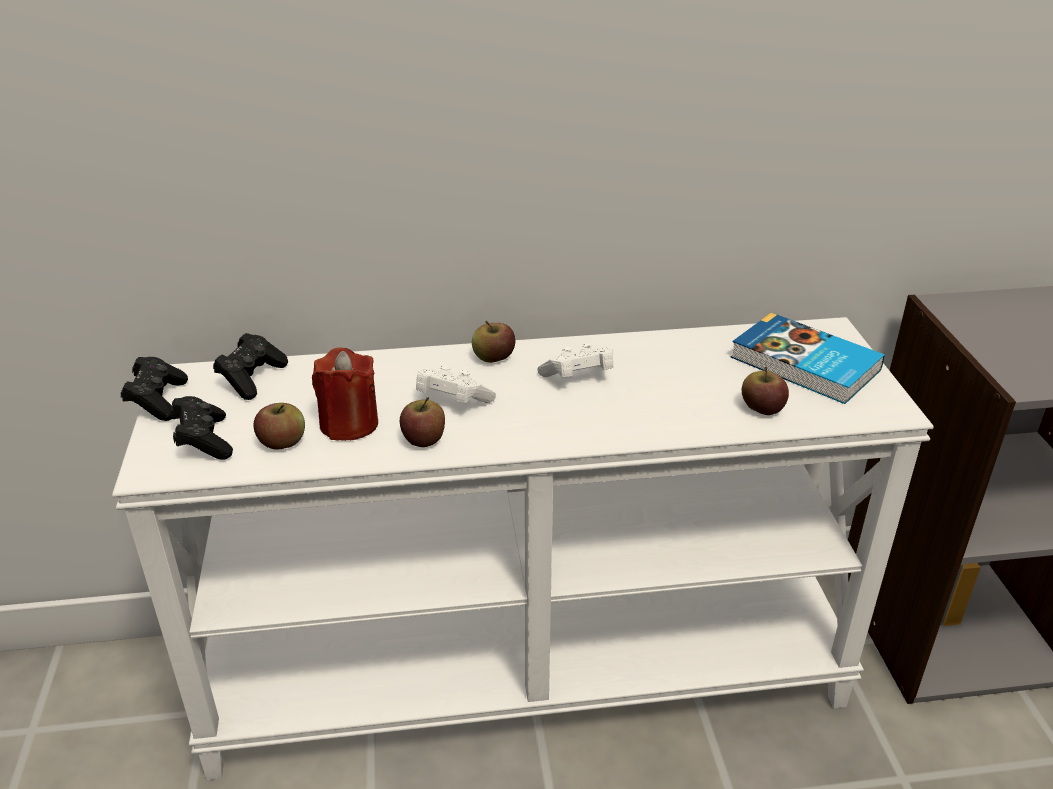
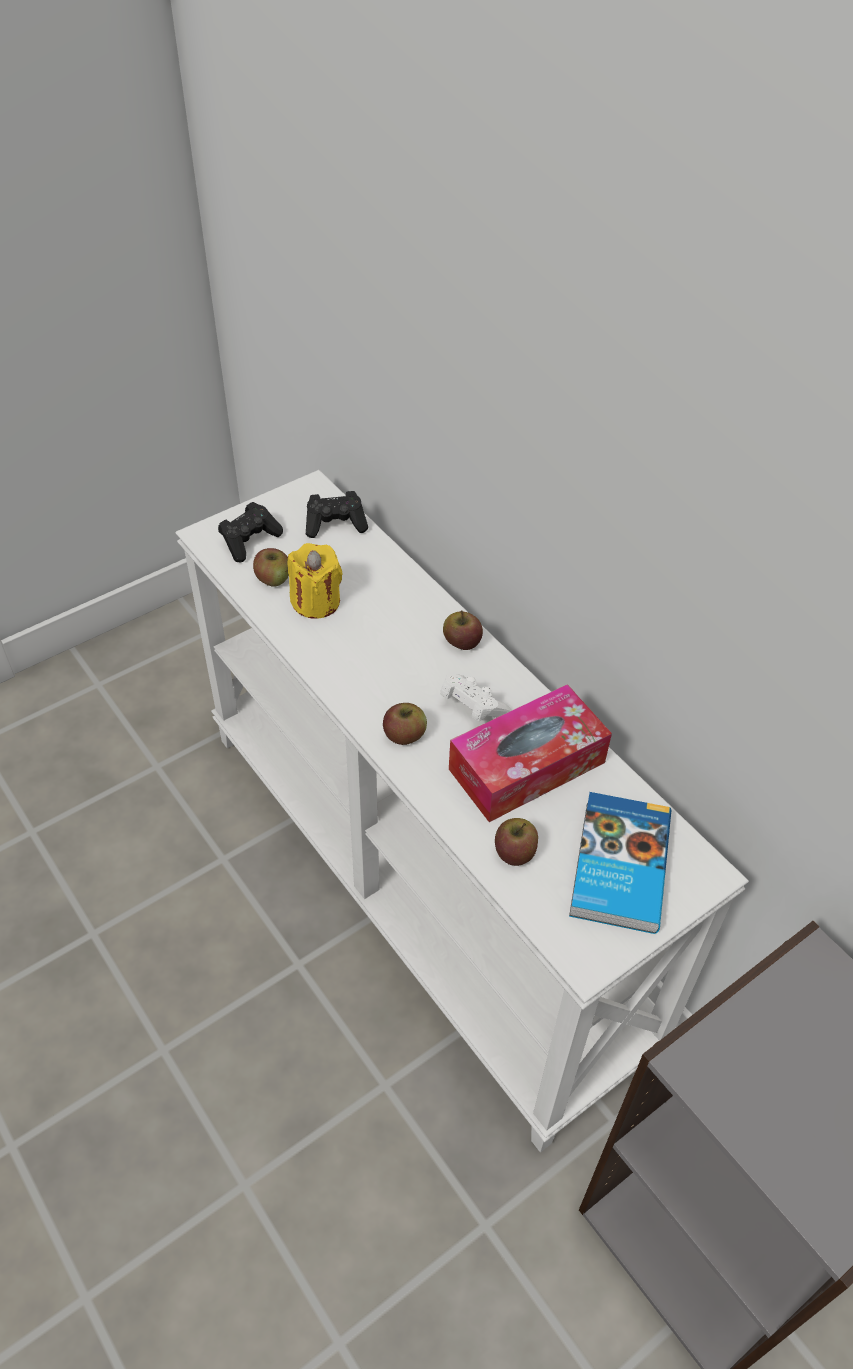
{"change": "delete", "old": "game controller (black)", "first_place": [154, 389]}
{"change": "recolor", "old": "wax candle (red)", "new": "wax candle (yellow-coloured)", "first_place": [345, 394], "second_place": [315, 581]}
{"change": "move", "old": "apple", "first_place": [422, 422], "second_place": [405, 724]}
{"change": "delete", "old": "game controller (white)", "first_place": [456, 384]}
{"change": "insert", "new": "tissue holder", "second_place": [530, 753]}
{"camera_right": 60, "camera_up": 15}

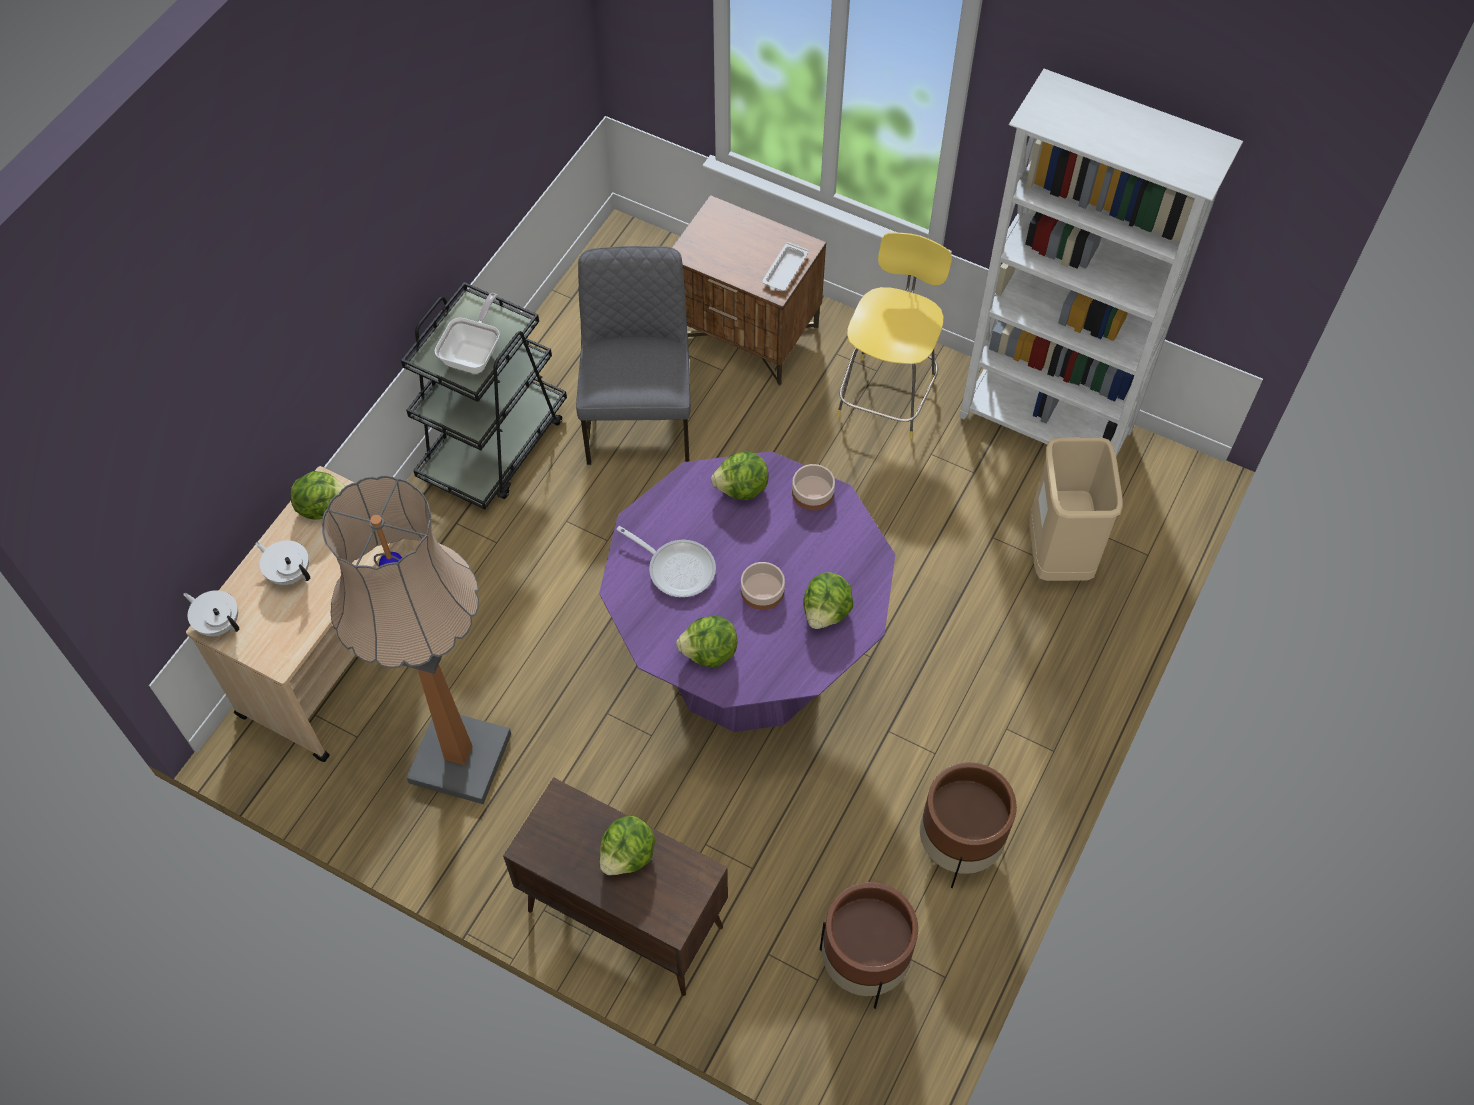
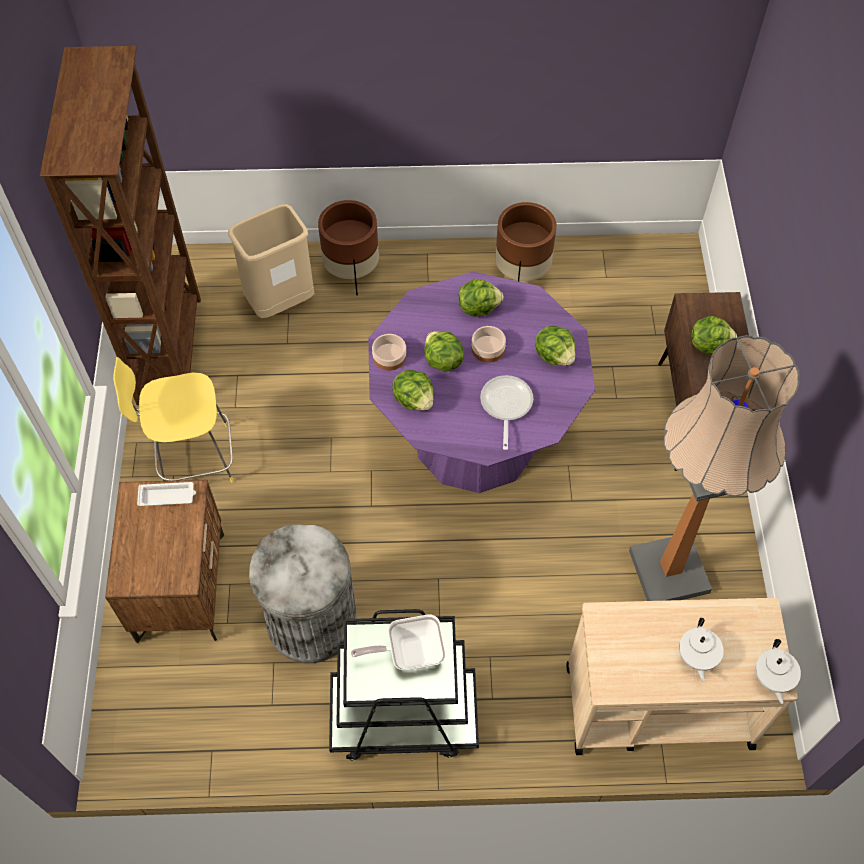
{"change": "move", "old": "head of lettuce", "first_place": [317, 495], "second_place": [444, 351]}
{"change": "replace", "old": "chair (gray)", "new": "rubbish bin (gray)", "first_place": [633, 355], "second_place": [303, 593]}
{"change": "move", "old": "flower pot (brownish)", "first_place": [869, 945], "second_place": [348, 248]}
{"change": "recolor", "old": "bookcase (white)", "new": "bookcase (brownish)", "first_place": [1101, 263], "second_place": [120, 225]}
{"camera_right": -120, "camera_up": 0}

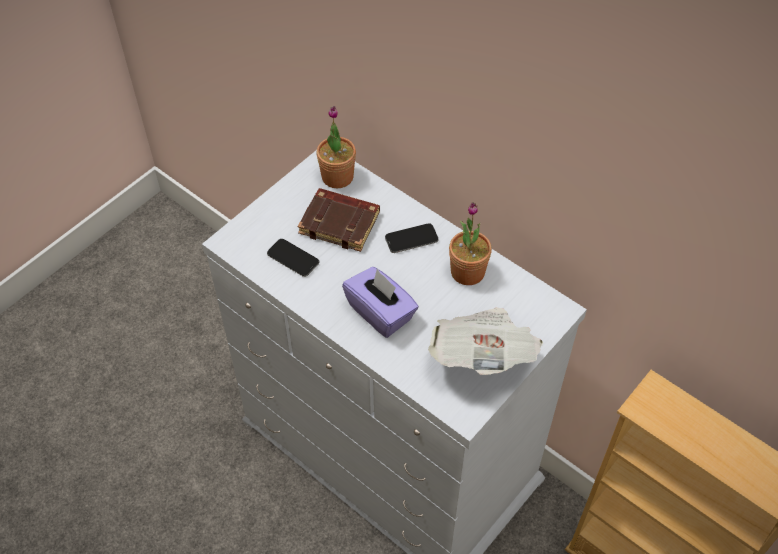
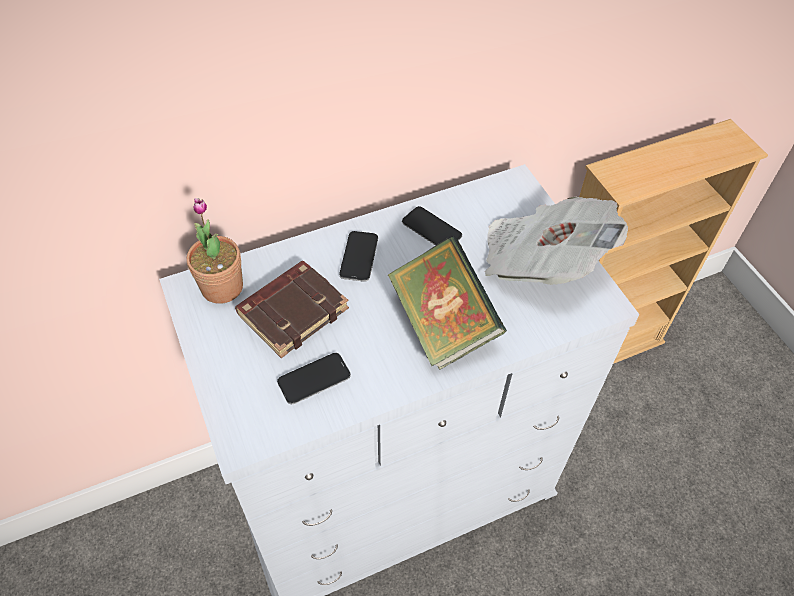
{"change": "replace", "old": "tissue holder (purplish)", "new": "volume", "first_place": [380, 302], "second_place": [447, 303]}
{"change": "replace", "old": "potted plant", "new": "telephone", "first_place": [470, 243], "second_place": [432, 226]}
{"camera_right": -65, "camera_up": 0}

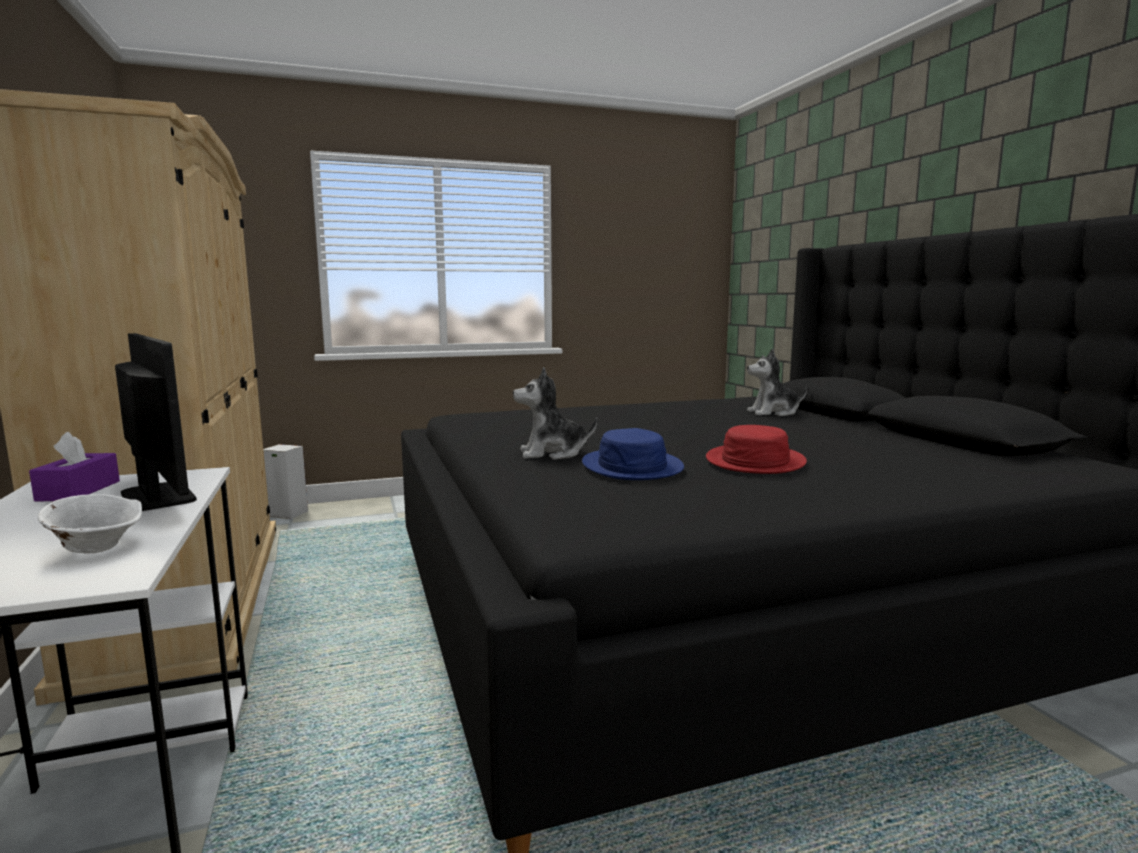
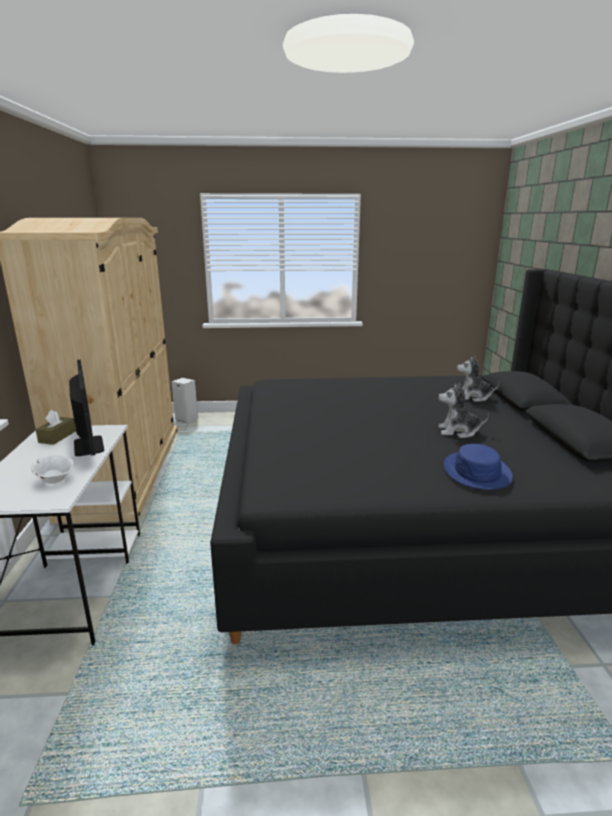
{"change": "recolor", "old": "tissue holder (purplish)", "new": "tissue holder (brownish)", "first_place": [74, 466], "second_place": [55, 427]}
{"change": "move", "old": "plush toy", "first_place": [555, 413], "second_place": [463, 410]}
{"change": "move", "old": "clothing hat (bluish)", "first_place": [633, 454], "second_place": [478, 467]}
{"change": "delete", "old": "clothing hat (red)", "first_place": [756, 449]}
{"camera_right": 15, "camera_up": 10}

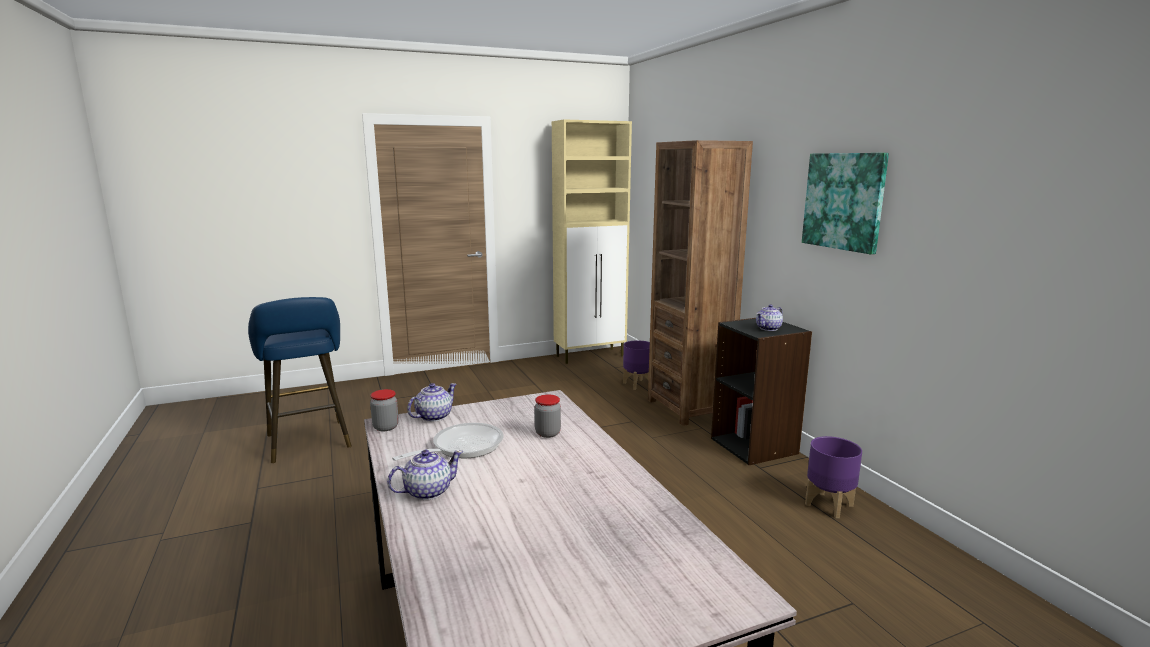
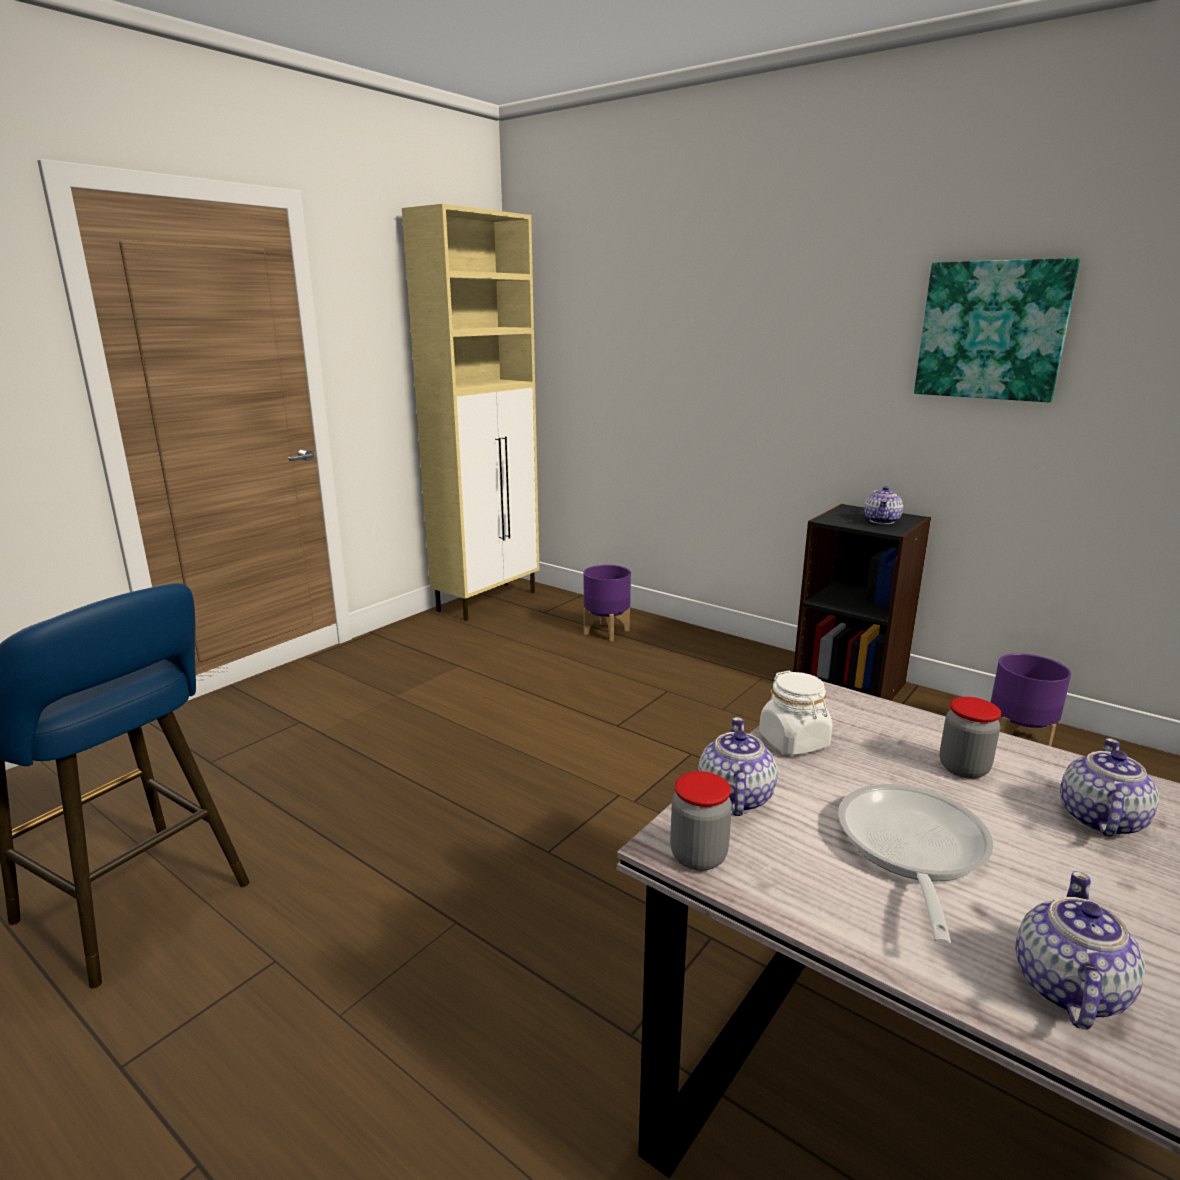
{"change": "delete", "old": "bookcase (brownish)", "first_place": [700, 283]}
{"change": "insert", "new": "storage jar (white)", "second_place": [795, 713]}
{"change": "insert", "new": "teapot", "second_place": [1109, 787]}
{"camera_right": -30, "camera_up": 5}

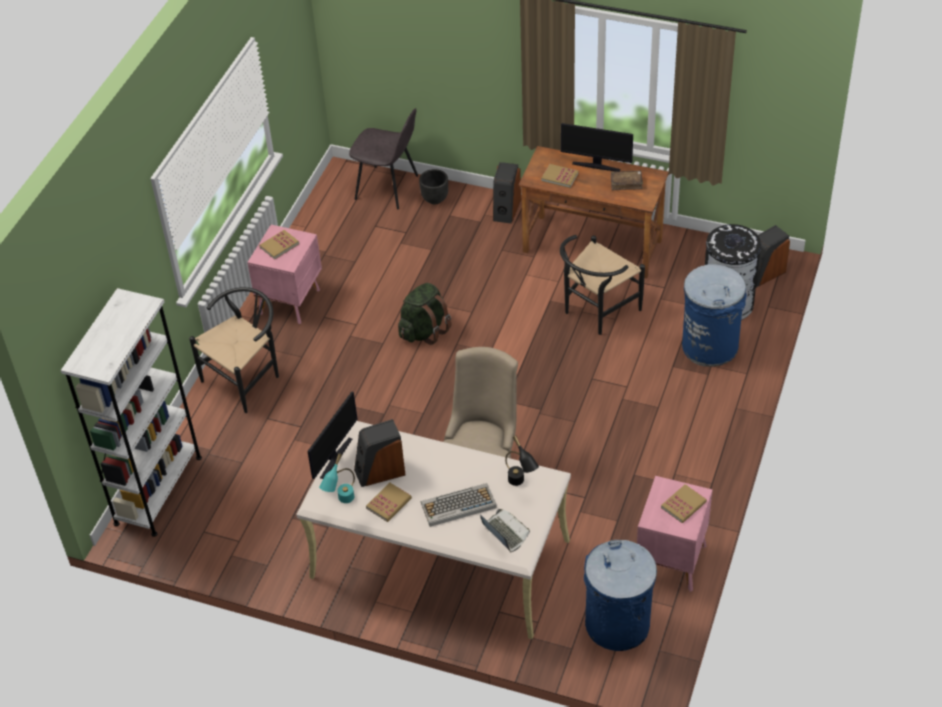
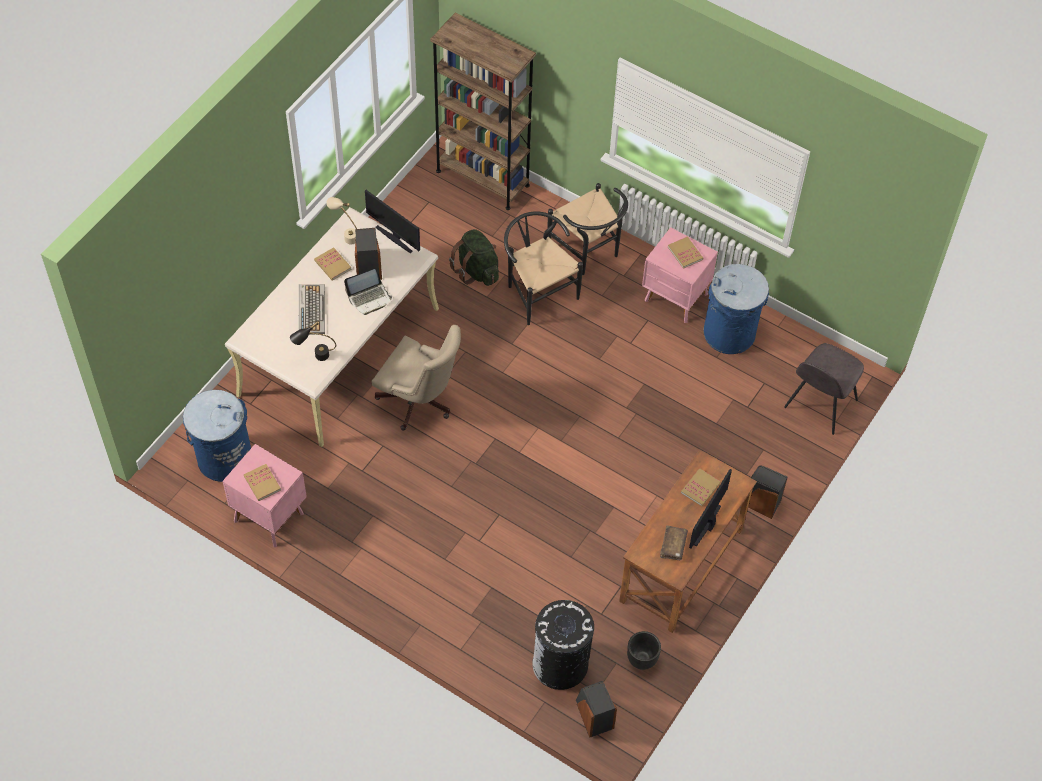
{"change": "recolor", "old": "bookcase (white)", "new": "bookcase (brownish)", "first_place": [131, 412], "second_place": [483, 111]}
{"change": "recolor", "old": "table lamp (blue-green)", "new": "table lamp (sand-coloured)", "first_place": [337, 478], "second_place": [341, 220]}
{"change": "move", "old": "rucksack (greenish)", "first_place": [424, 314], "second_place": [474, 257]}
{"change": "move", "old": "flower pot (black)", "first_place": [433, 186], "second_place": [644, 650]}
{"change": "move", "old": "laptop", "first_place": [505, 530], "second_place": [368, 292]}
{"change": "move", "old": "chair (black)", "first_place": [602, 285], "second_place": [543, 268]}
{"change": "move", "old": "rubbish bin (bluish)", "first_place": [714, 315], "second_place": [736, 309]}
{"camera_right": 100, "camera_up": 10}

